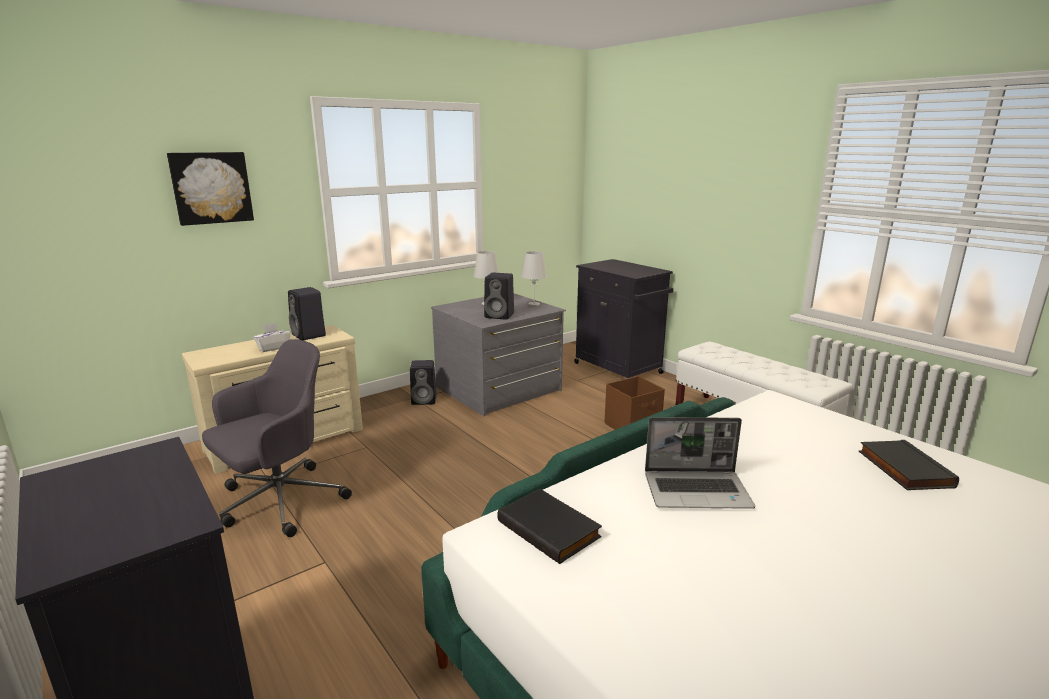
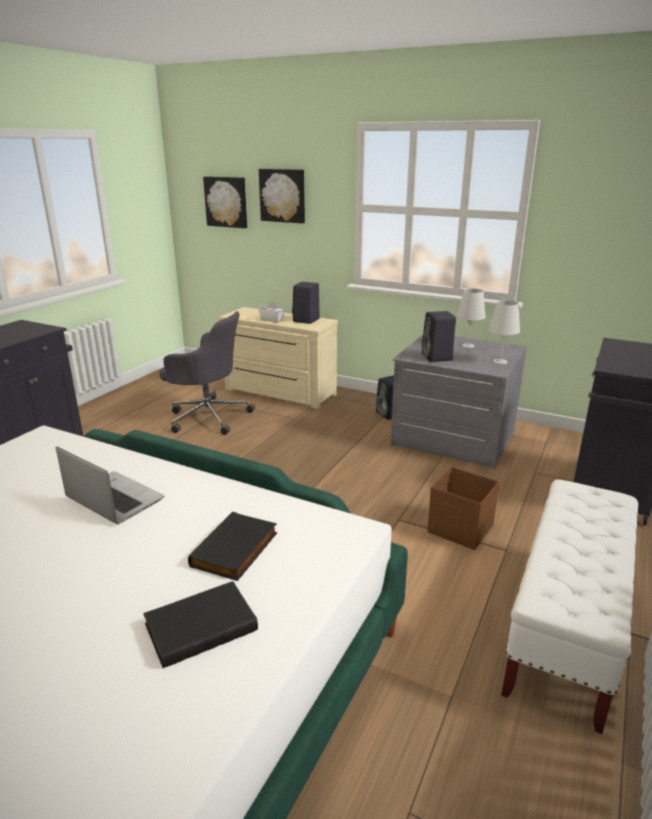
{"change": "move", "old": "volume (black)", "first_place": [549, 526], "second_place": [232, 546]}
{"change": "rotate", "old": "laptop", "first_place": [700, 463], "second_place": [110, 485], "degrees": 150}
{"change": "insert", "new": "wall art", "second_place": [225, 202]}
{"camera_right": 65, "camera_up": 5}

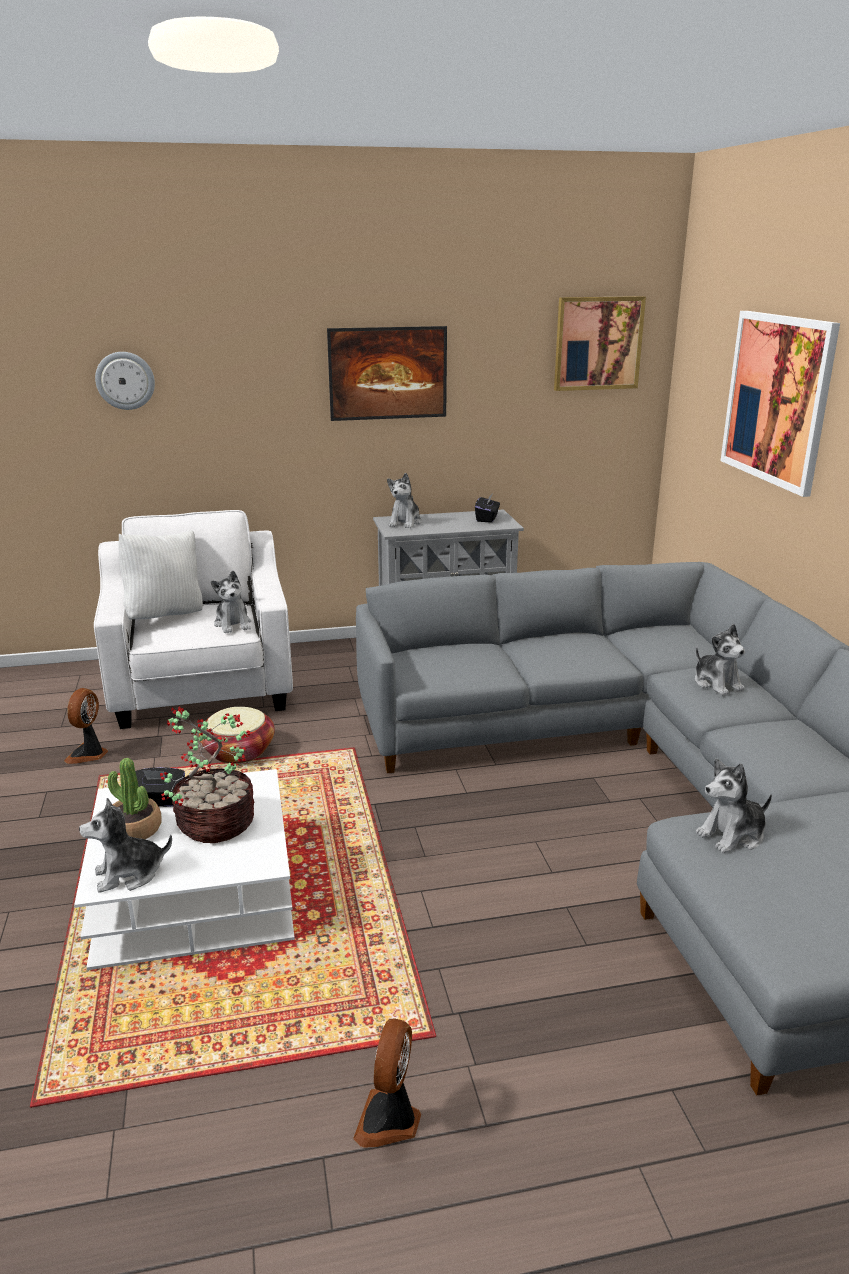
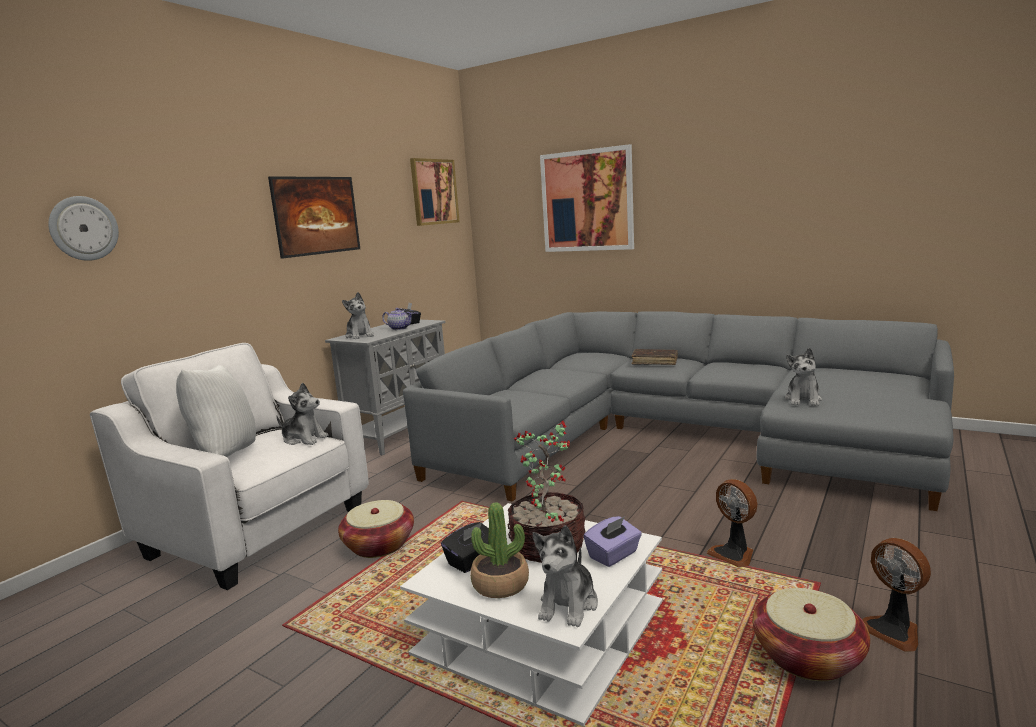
{"change": "move", "old": "fan", "first_place": [86, 726], "second_place": [732, 523]}
{"change": "replace", "old": "plush toy", "new": "volume (brownish)", "first_place": [720, 659], "second_place": [654, 357]}
{"change": "insert", "new": "teapot", "second_place": [397, 319]}
{"change": "insert", "new": "tissue holder (purplish)", "second_place": [612, 541]}
{"change": "insert", "new": "basket", "second_place": [811, 634]}
{"camera_right": -45, "camera_up": -10}

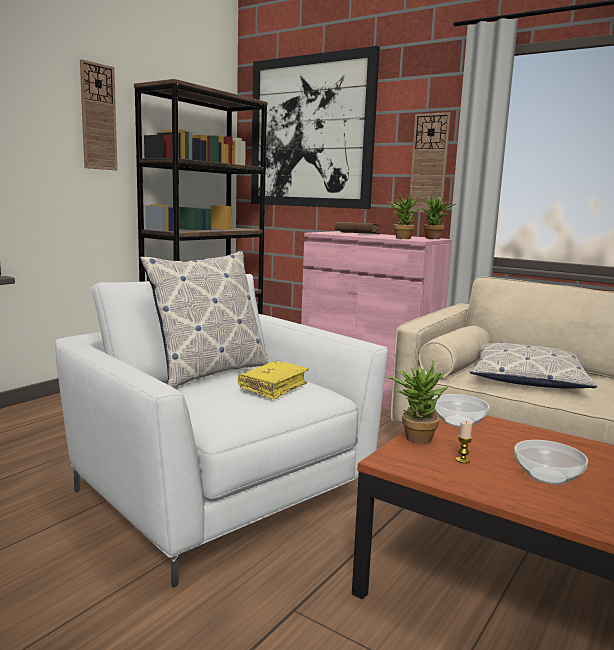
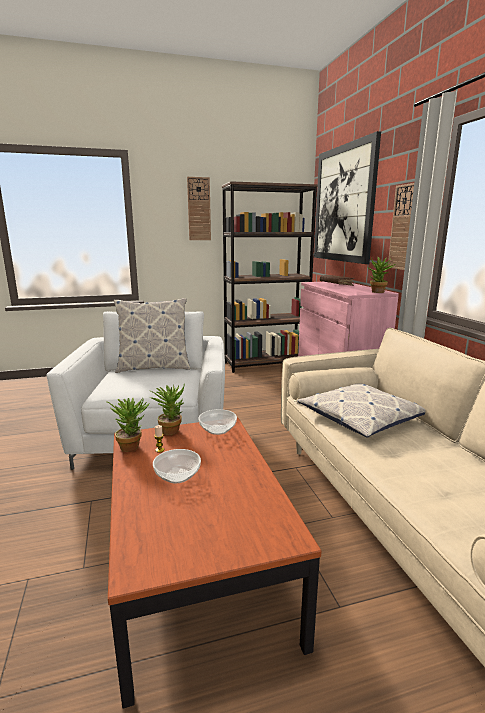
{"change": "delete", "old": "volume (yellow-coloured)", "first_place": [273, 380]}
{"change": "move", "old": "potted plant", "first_place": [404, 216], "second_place": [128, 424]}
{"camera_right": 40, "camera_up": 5}

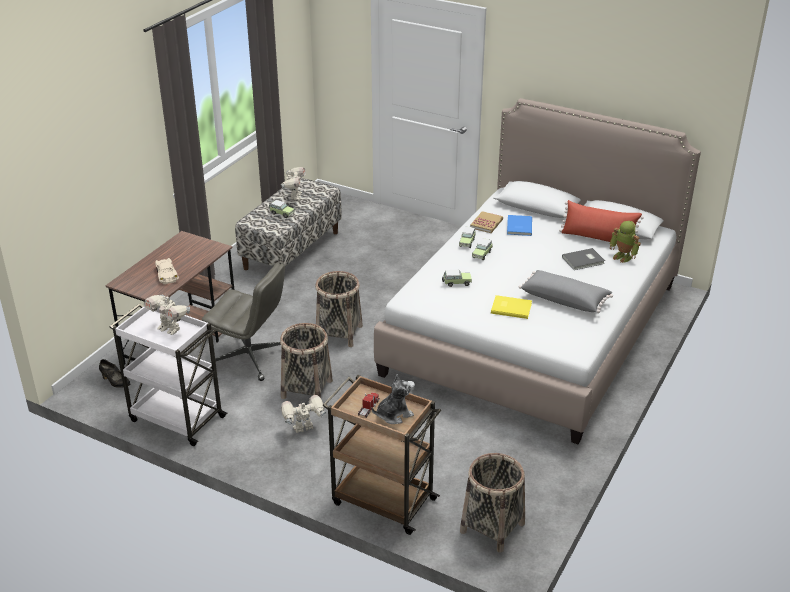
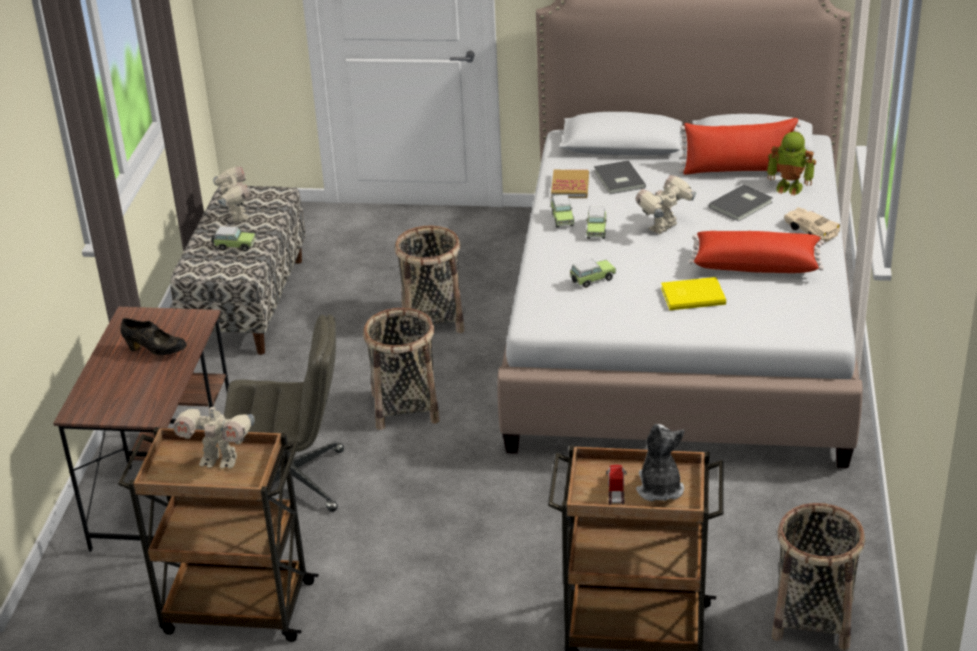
{"change": "move", "old": "item of footwear (black)", "first_place": [114, 373], "second_place": [154, 336]}
{"change": "recolor", "old": "cart (white)", "new": "cart (brownish)", "first_place": [168, 374], "second_place": [218, 534]}
{"change": "move", "old": "miniature car (sand-coloured)", "first_place": [167, 271], "second_place": [812, 224]}
{"change": "move", "old": "basket", "first_place": [306, 361], "second_place": [430, 279]}
{"change": "move", "old": "toy robot", "first_place": [303, 414], "second_place": [665, 204]}
{"change": "rotate", "old": "plush toy", "first_place": [393, 399], "second_place": [660, 462], "degrees": -45}
{"change": "recolor", "old": "volume (bluish)", "new": "volume (gray)", "first_place": [519, 225], "second_place": [620, 177]}
{"change": "recolor", "old": "pillow (gray)", "new": "pillow (red)", "first_place": [566, 291], "second_place": [756, 252]}
{"camera_right": -20, "camera_up": 0}

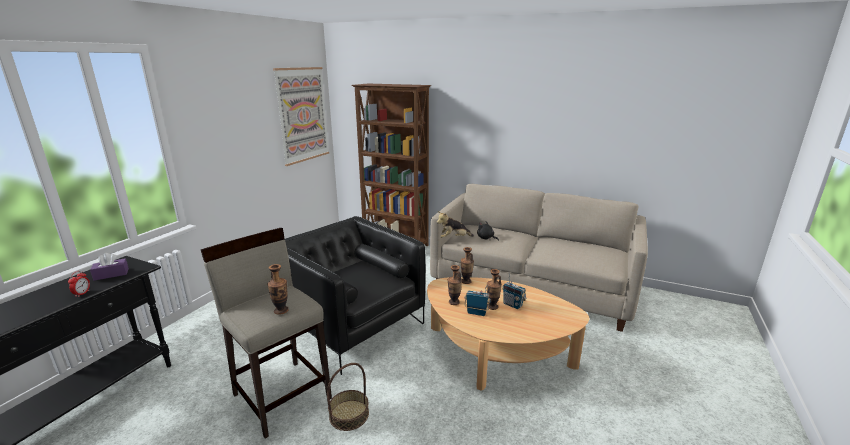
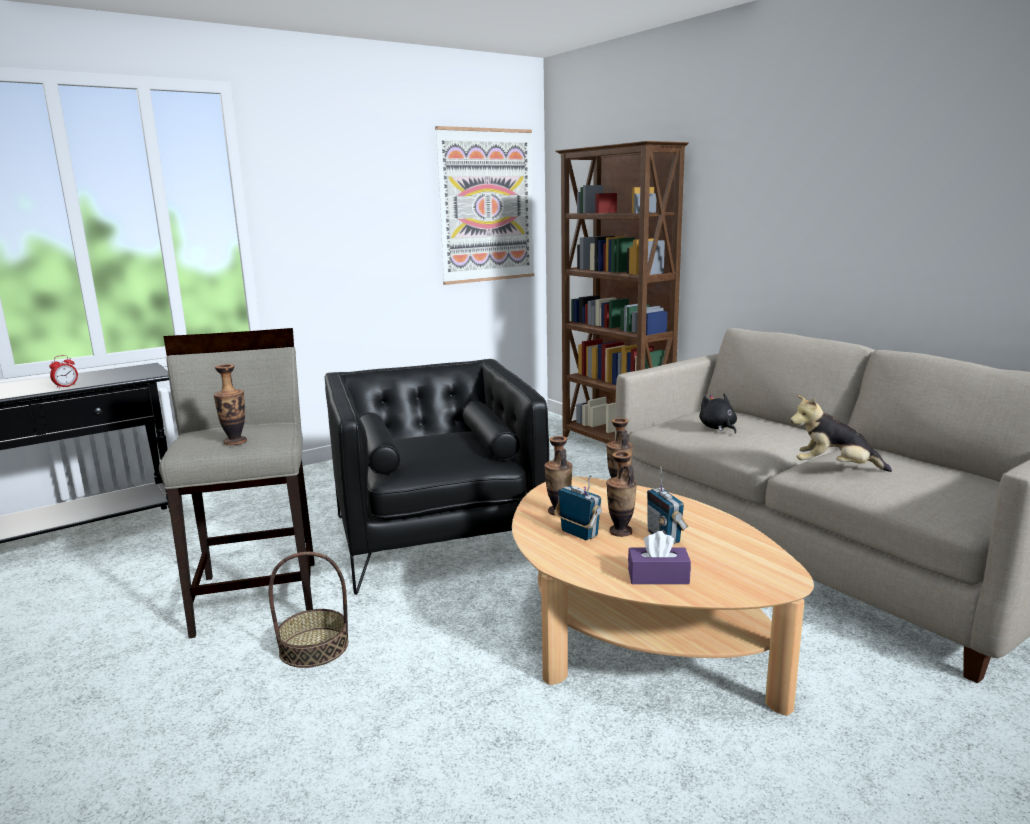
{"change": "move", "old": "tissue holder (purplish)", "first_place": [109, 267], "second_place": [659, 557]}
{"change": "move", "old": "plush toy", "first_place": [455, 224], "second_place": [841, 433]}
{"camera_right": 30, "camera_up": -5}

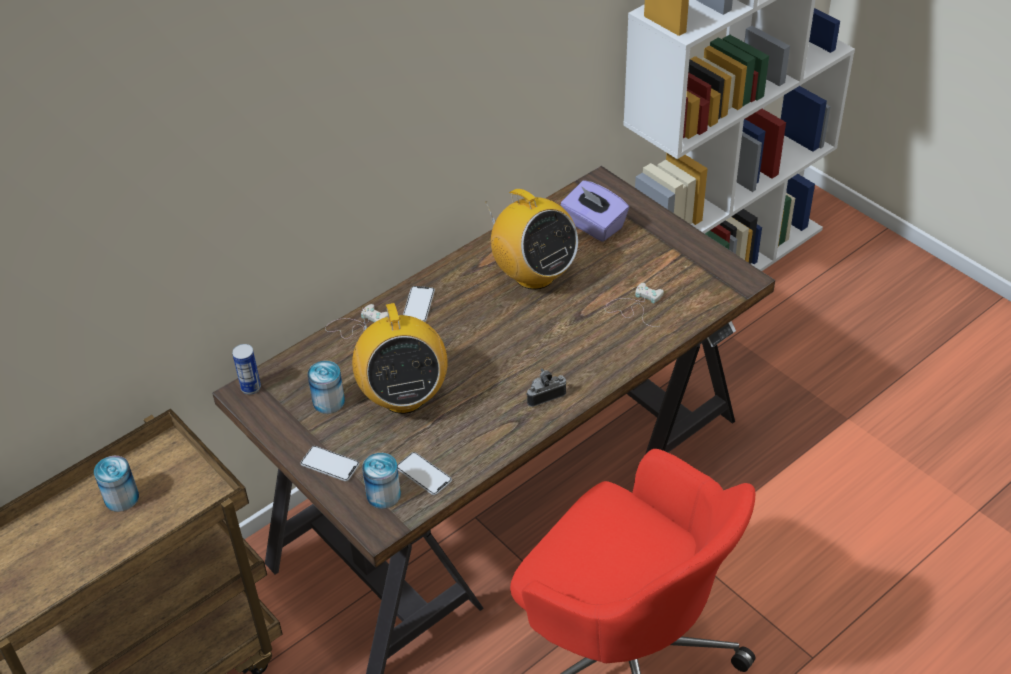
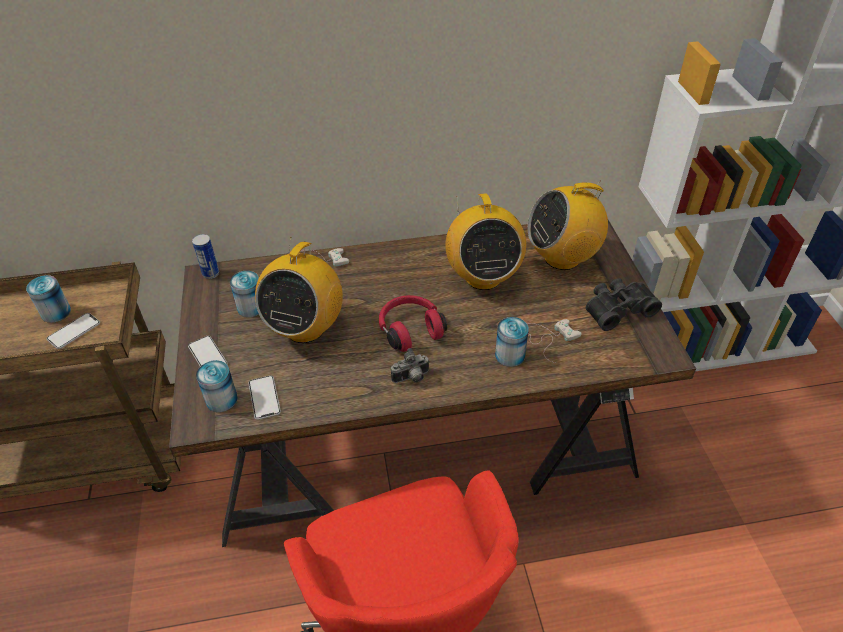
{"change": "move", "old": "telephone", "first_place": [419, 304], "second_place": [73, 331]}
{"change": "rotate", "old": "still camera", "first_place": [546, 387], "second_place": [410, 365], "degrees": 150}
{"change": "replace", "old": "tissue holder (purplish)", "new": "radio set", "first_place": [595, 211], "second_place": [568, 225]}
{"change": "insert", "new": "pair of headphones (red)", "second_place": [413, 323]}
{"change": "insert", "new": "sealed can", "second_place": [512, 342]}
{"change": "insert", "new": "field glasses (black)", "second_place": [624, 304]}
{"camera_right": 30, "camera_up": 0}

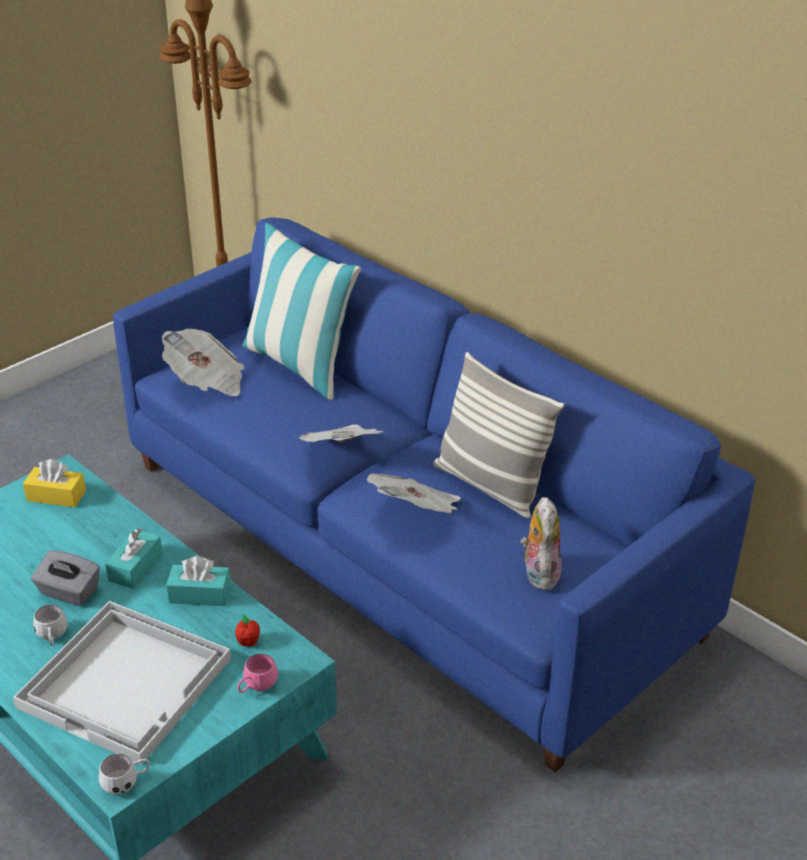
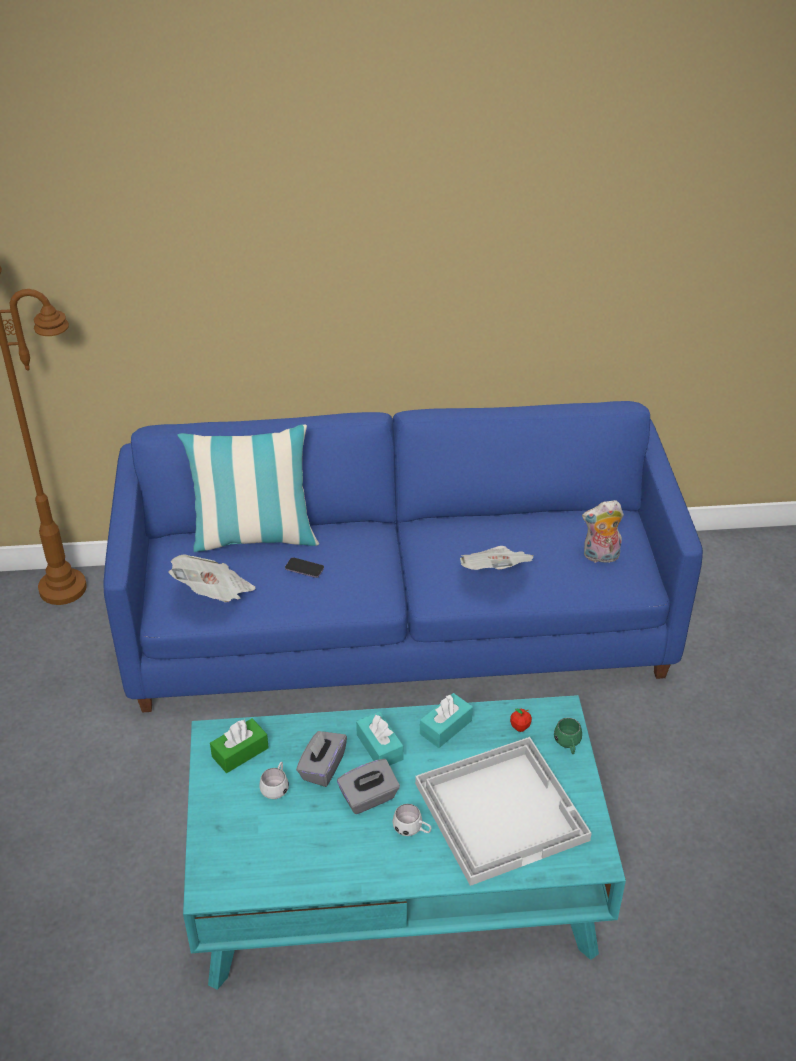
{"change": "recolor", "old": "tissue holder (yellow-coloured)", "new": "tissue holder (greenish)", "first_place": [54, 483], "second_place": [239, 745]}
{"change": "move", "old": "coffee mug (white)", "first_place": [124, 774], "second_place": [274, 780]}
{"change": "recolor", "old": "coffee mug (pink)", "new": "coffee mug (greenish)", "first_place": [257, 673], "second_place": [568, 736]}
{"change": "delete", "old": "printed paper", "first_place": [341, 433]}
{"change": "delete", "old": "pillow", "first_place": [498, 435]}
{"change": "rotate", "old": "plush toy", "first_place": [541, 543], "second_place": [603, 531], "degrees": -45}
{"change": "insert", "new": "telephone", "second_place": [304, 567]}
{"change": "insert", "new": "tissue holder (gray)", "second_place": [321, 759]}
{"camera_right": -50, "camera_up": 5}

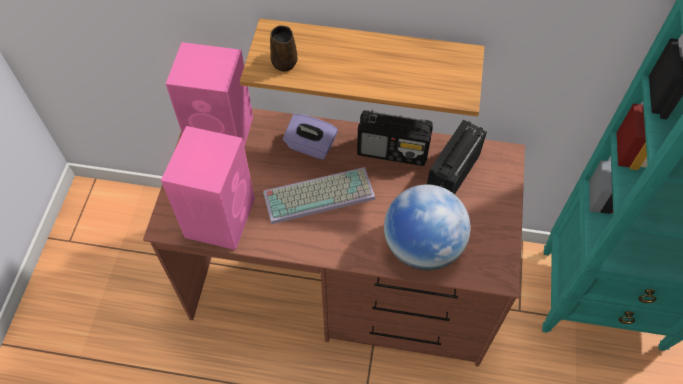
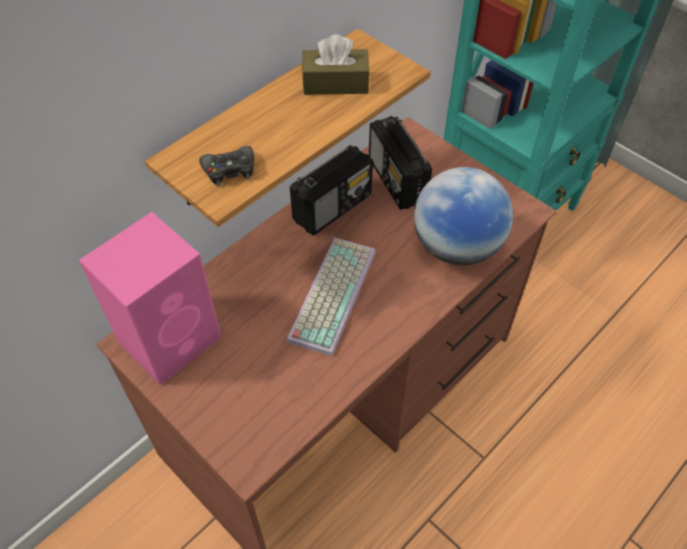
{"change": "delete", "old": "audio speaker (pink)", "first_place": [208, 188]}
{"change": "replace", "old": "coffee mug (brownish)", "new": "game controller (black)", "first_place": [284, 48], "second_place": [226, 166]}
{"change": "delete", "old": "tissue holder (purplish)", "first_place": [310, 137]}
{"change": "insert", "new": "tissue holder (brownish)", "second_place": [336, 64]}
{"camera_right": -55, "camera_up": -5}

